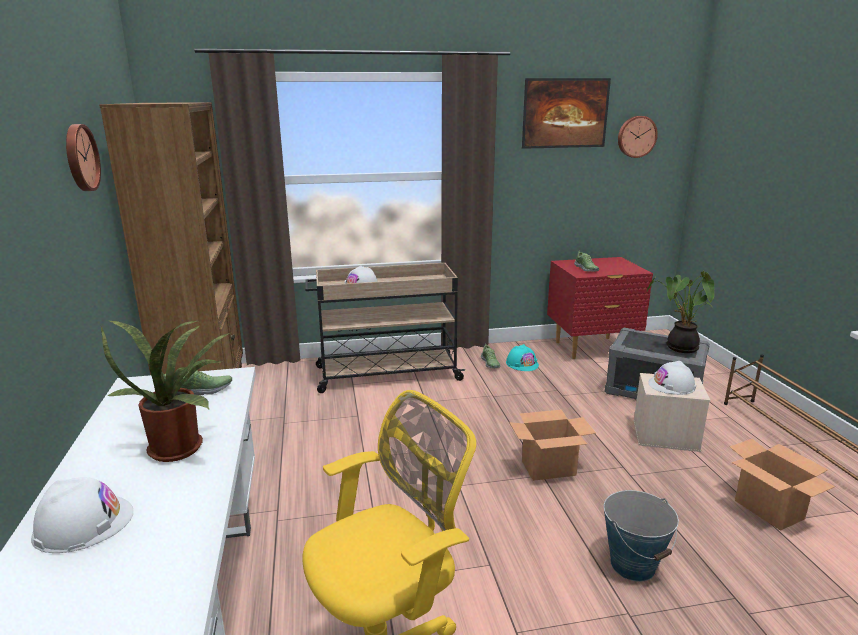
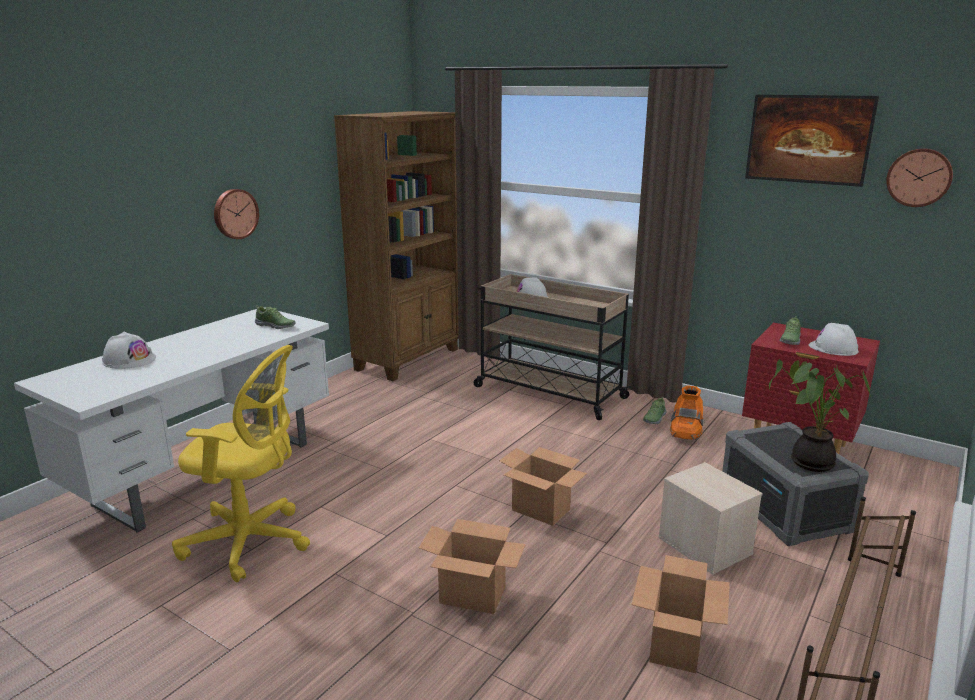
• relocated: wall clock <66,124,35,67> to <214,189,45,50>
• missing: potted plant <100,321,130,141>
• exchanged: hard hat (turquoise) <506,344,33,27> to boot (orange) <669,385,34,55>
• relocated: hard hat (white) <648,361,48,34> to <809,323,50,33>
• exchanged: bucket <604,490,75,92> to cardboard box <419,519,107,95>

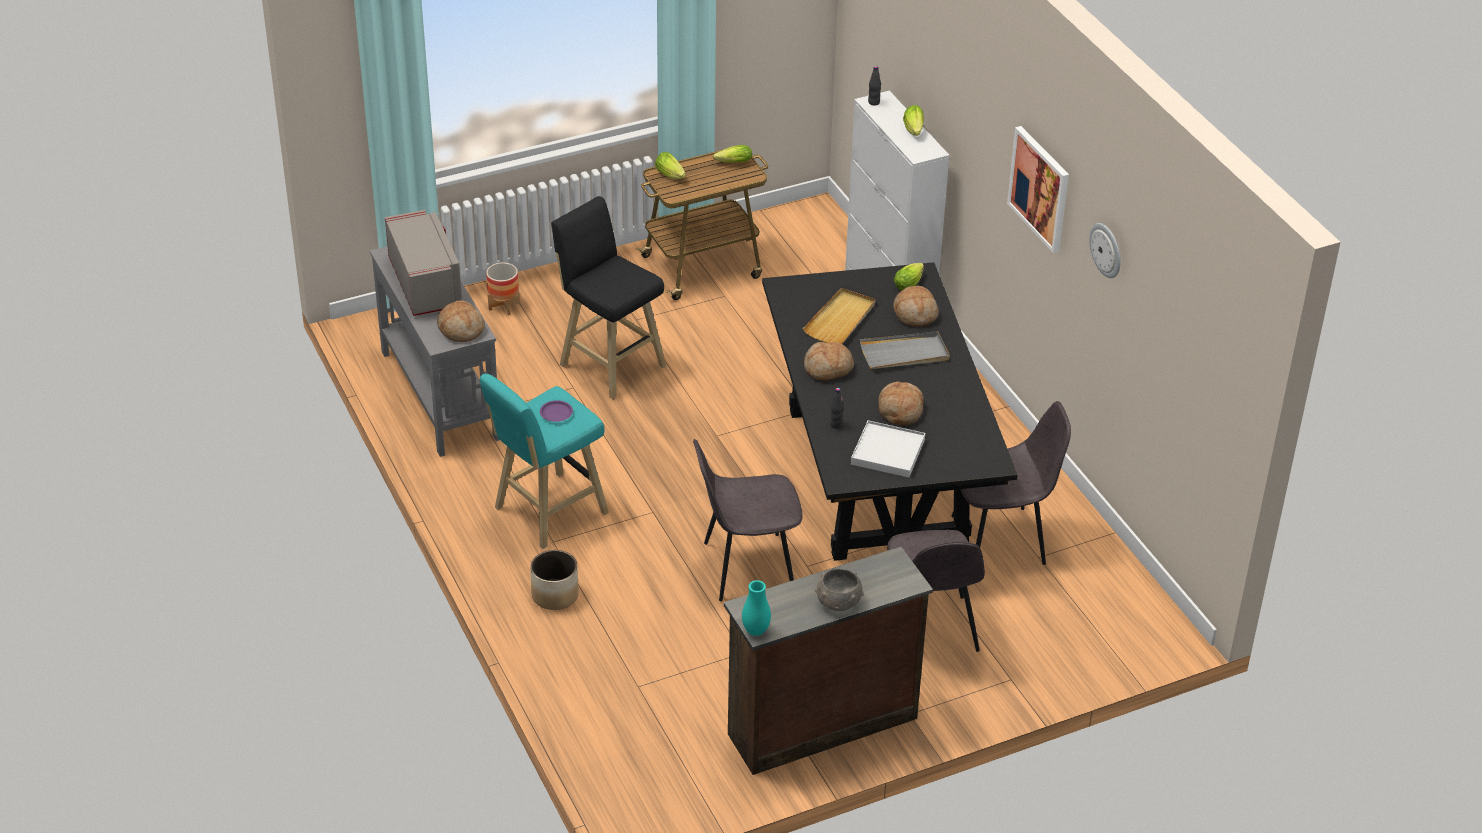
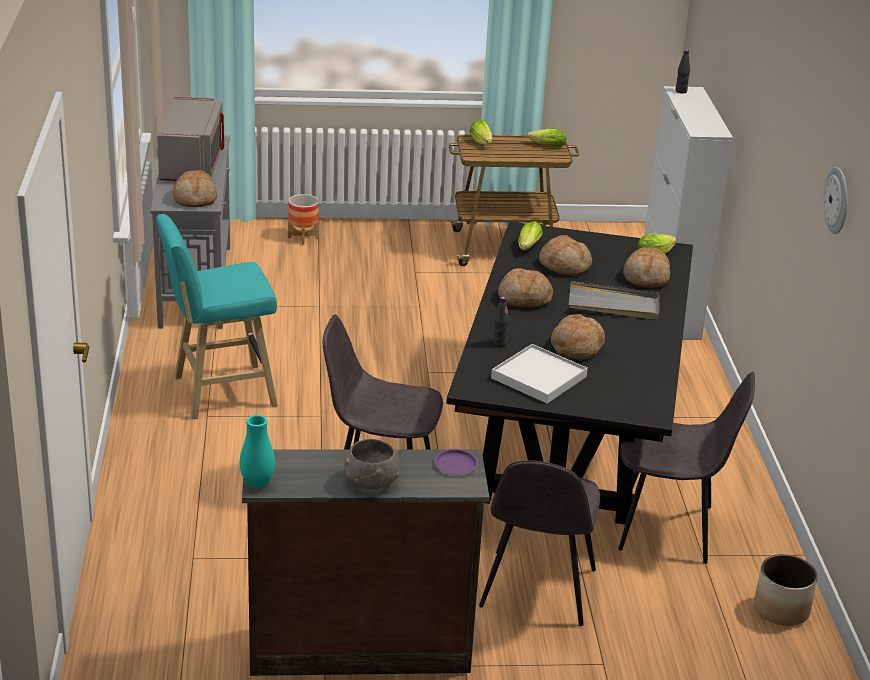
• relocated: lettuce <903,105,21,31> to <518,221,25,29>
• missing: picture <1007,126,62,127>
• missing: stool (black) <551,196,115,203>
• exchanged: tray (beige) <803,288,73,56> to bread <539,235,53,41>
• relocated: plate (purple) <540,400,33,22> to <434,449,45,25>
• relocated: planter <530,550,49,60> to <754,554,64,72>

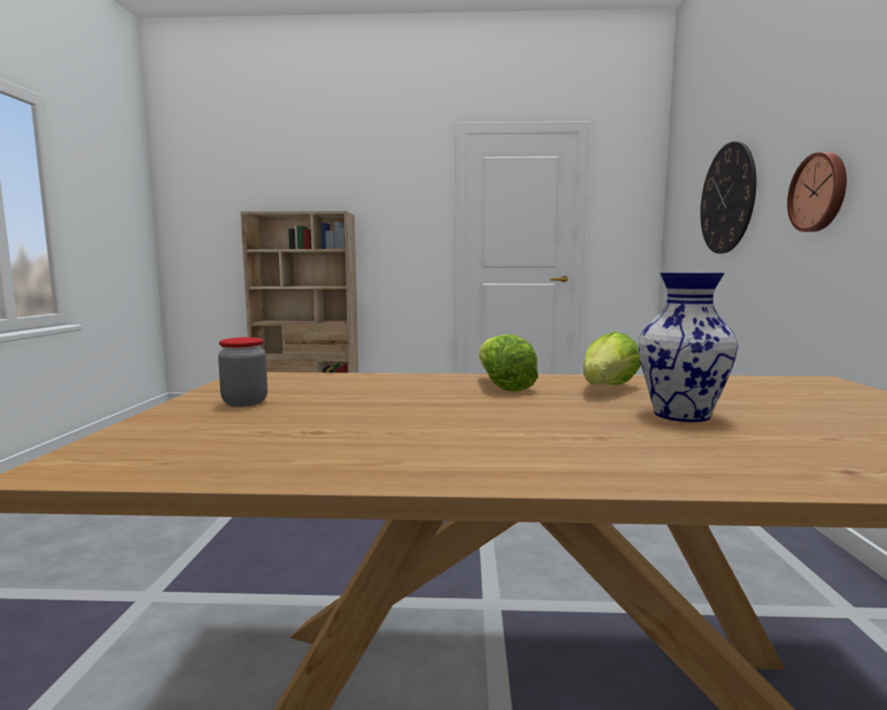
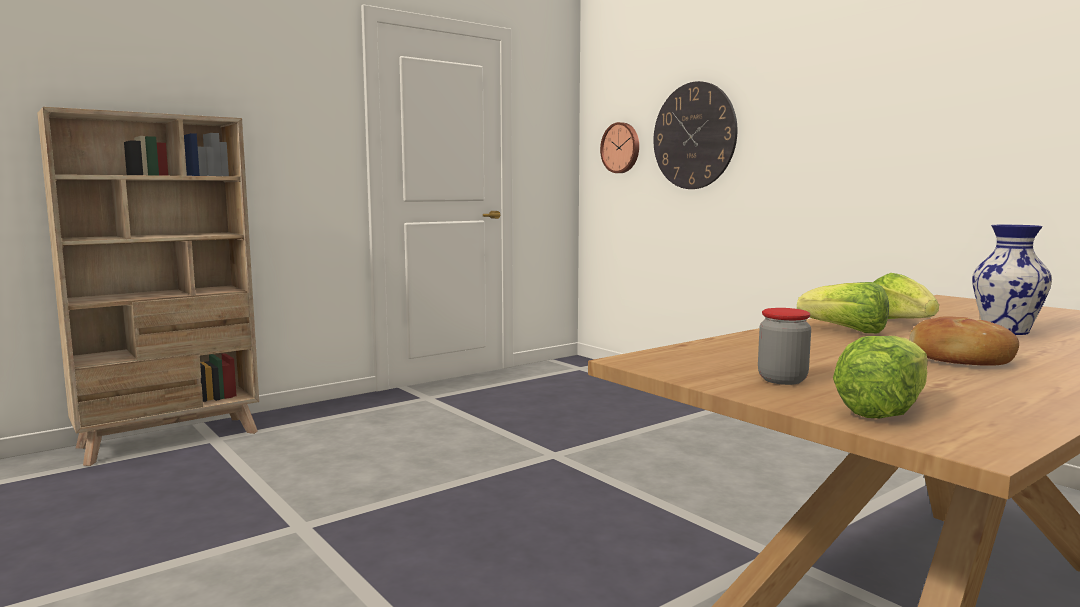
• relocated: wall clock <787,152,60,80> to <600,122,39,51>
• appeared: bread <909,317,110,49>
• appeared: lettuce <833,336,95,82>

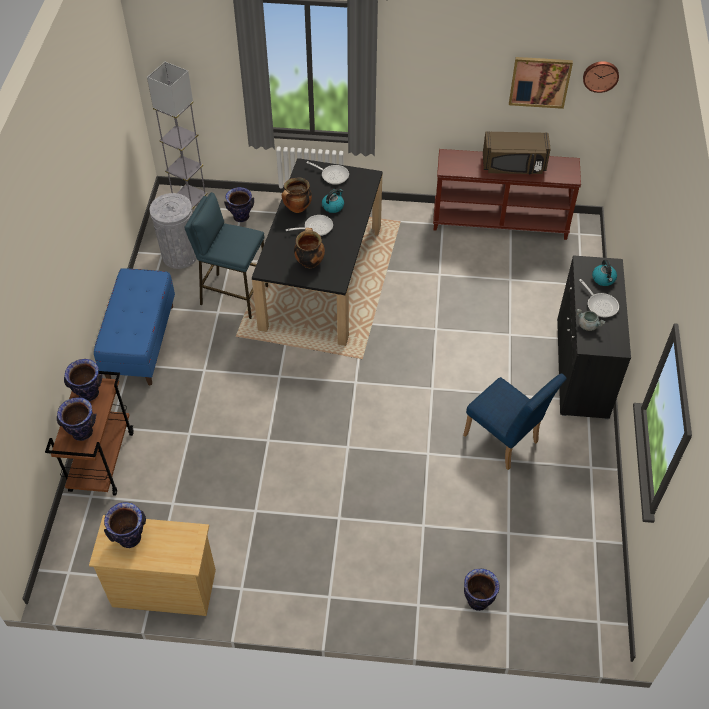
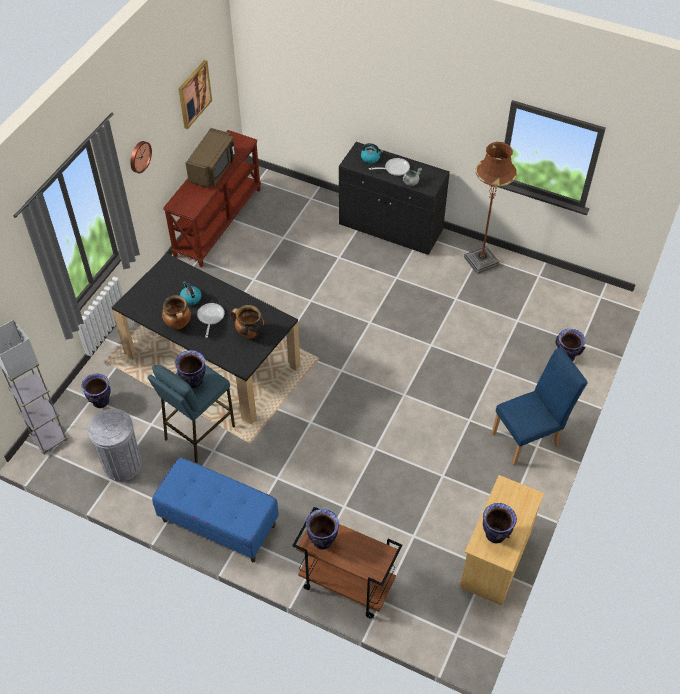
• relocated: wall clock <583,61,36,32> to <130,141,22,32>
• missing: frying pan <307,161,42,24>
• relocated: chair (blue) <463,373,103,97> to <492,348,96,118>
• relocated: vase <57,397,39,44> to <175,350,30,38>
• appeared: floor lamp (brown) <464,142,53,132>

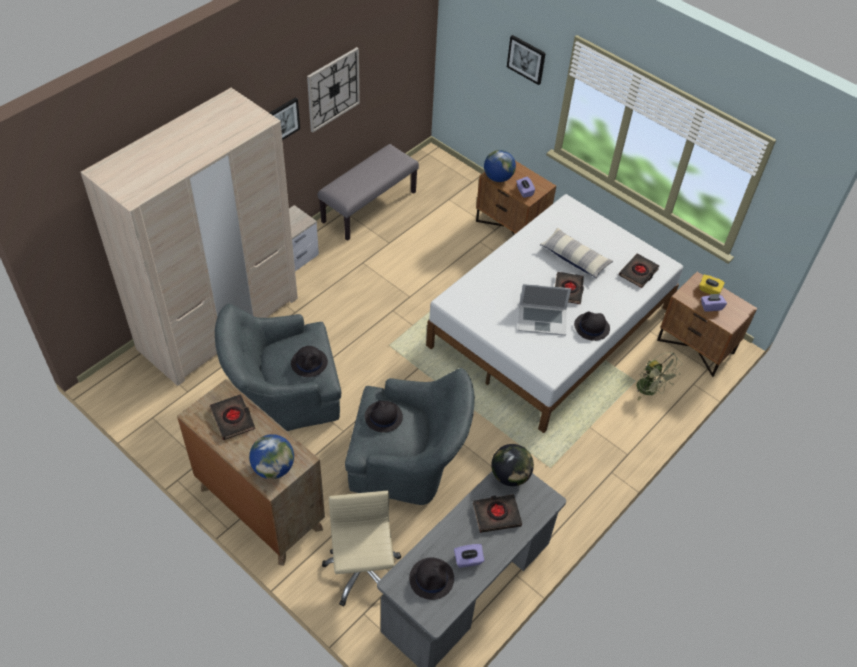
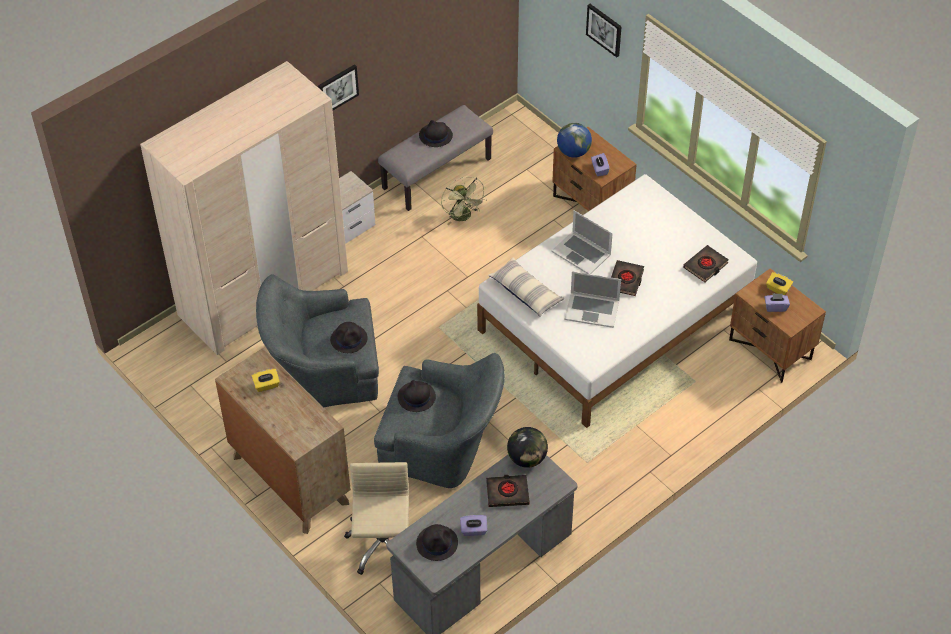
• missing: wall clock <307,47,53,86>
• relocated: pillow <539,228,74,50> to <488,257,76,60>
• relocated: hat (black) <574,311,36,30> to <419,120,34,27>
• relocated: fan (green) <637,352,45,48> to <441,176,45,49>
• exchanged: book (black) <210,394,45,46> to tissue box (yellow) <251,369,29,23>
• missing: globe <249,434,45,45>
• appeared: laptop <552,210,61,64>

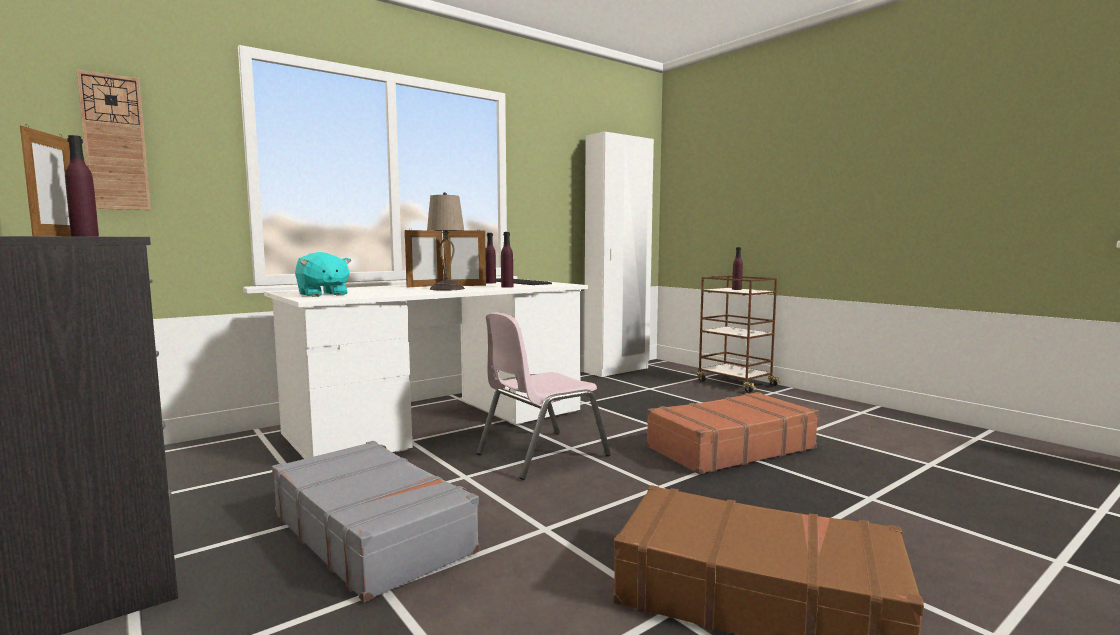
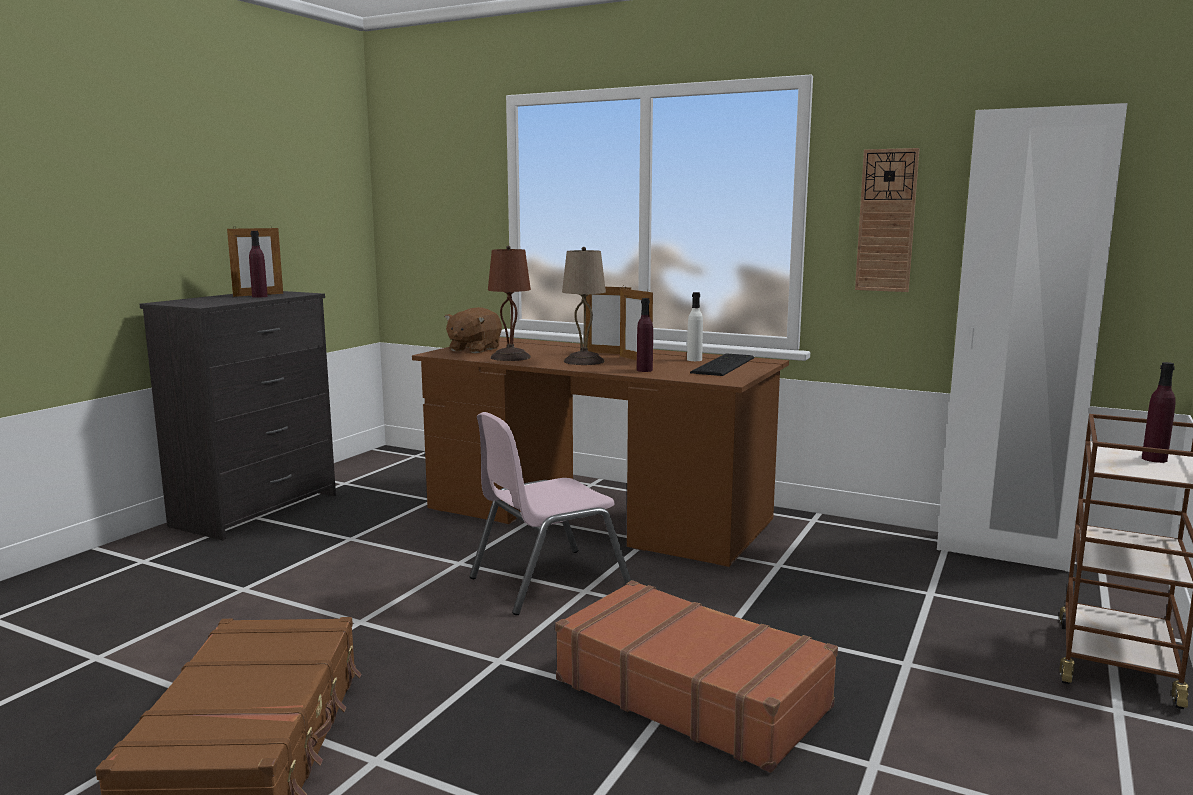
• relocated: wall clock <77,70,74,140> to <855,148,65,144>
• colour: bottle (purple) <485,233,11,50> to bottle (white) <687,292,16,69>
• colour: plush toy (turquoise) <295,252,57,45> to plush toy (brown) <444,307,58,46>
• colour: desk (white) <264,279,324,180> to desk (brown) <412,337,377,230>
• spun: chair (pink) <477,312,134,168> = <469,412,162,203> 60 degrees counterclockwise
• missing: suitcase (grey) <272,441,207,161>
• appeared: table lamp (brown) <488,246,43,115>

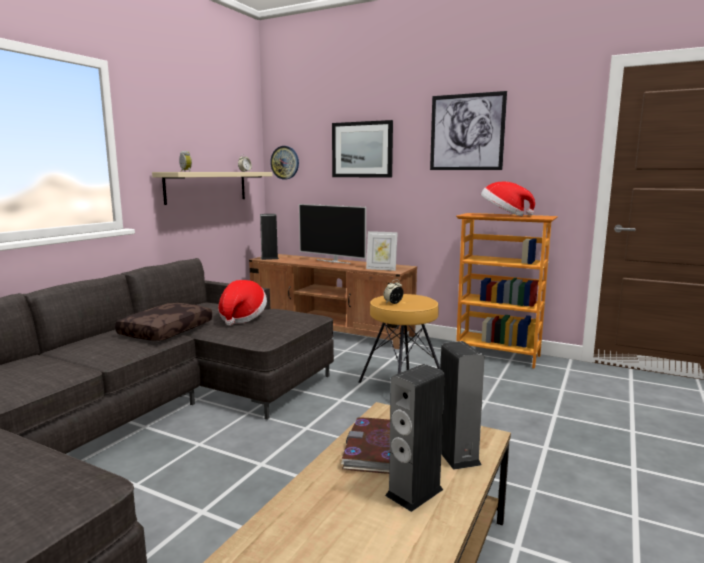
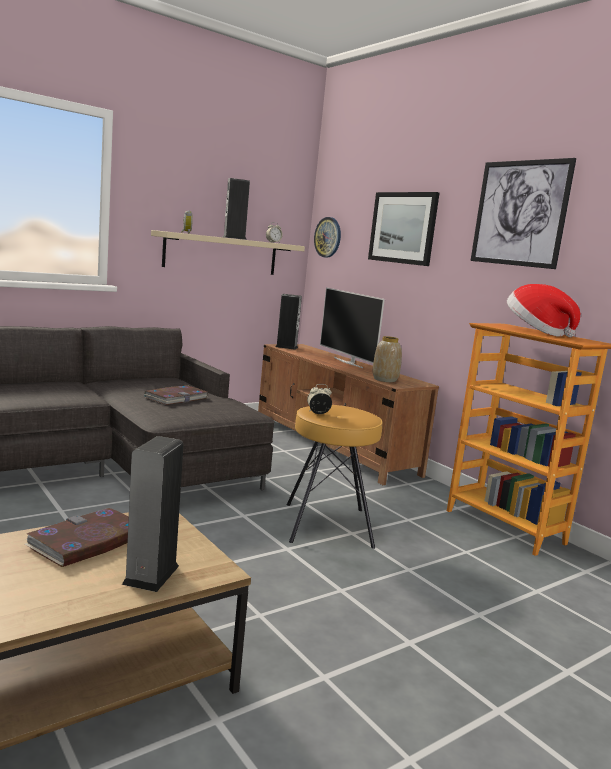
• exchanged: picture frame <366,231,32,40> to vase <373,336,29,46>
• exchanged: hat <218,280,49,46> to book <145,385,62,20>
• missing: pillow (brown) <115,303,97,38>
• relocated: speaker <385,364,60,148> to <223,178,27,62>

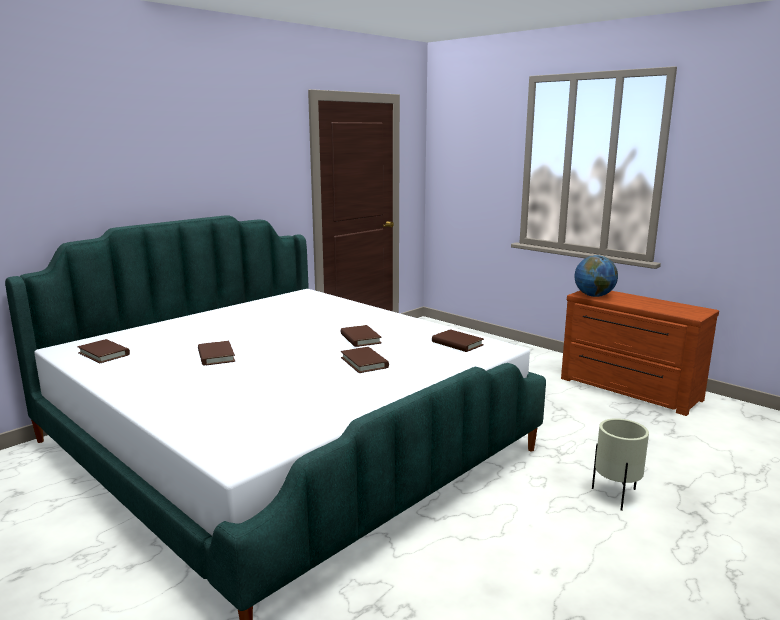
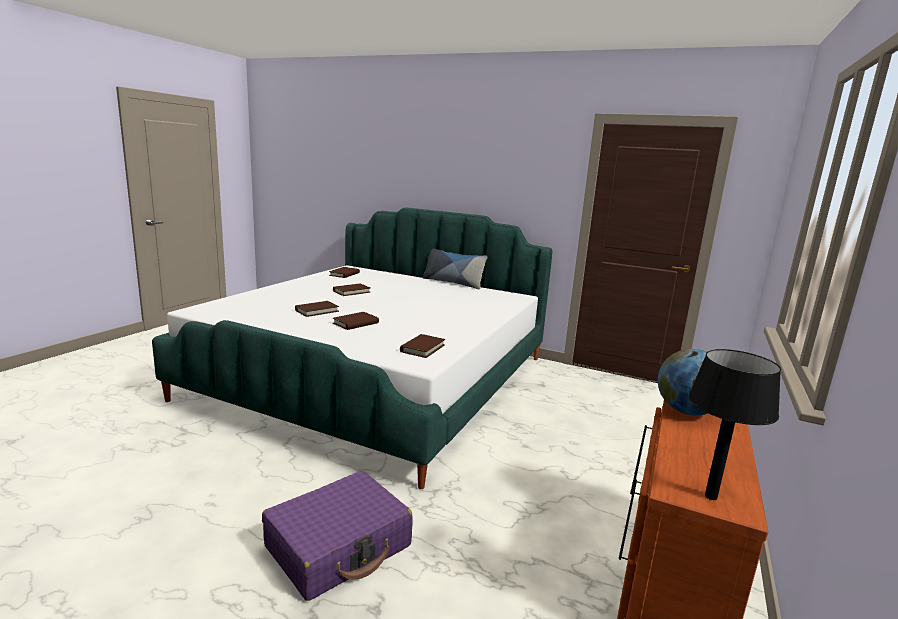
• relocated: book (brown) <340,325,42,22> to <295,301,44,16>
• exchanged: planter (beige) <592,418,57,93> to suitcase (purple) <262,471,151,130>
• appeared: pillow <423,249,64,41>
• appeared: table lamp (black) <688,349,93,151>

